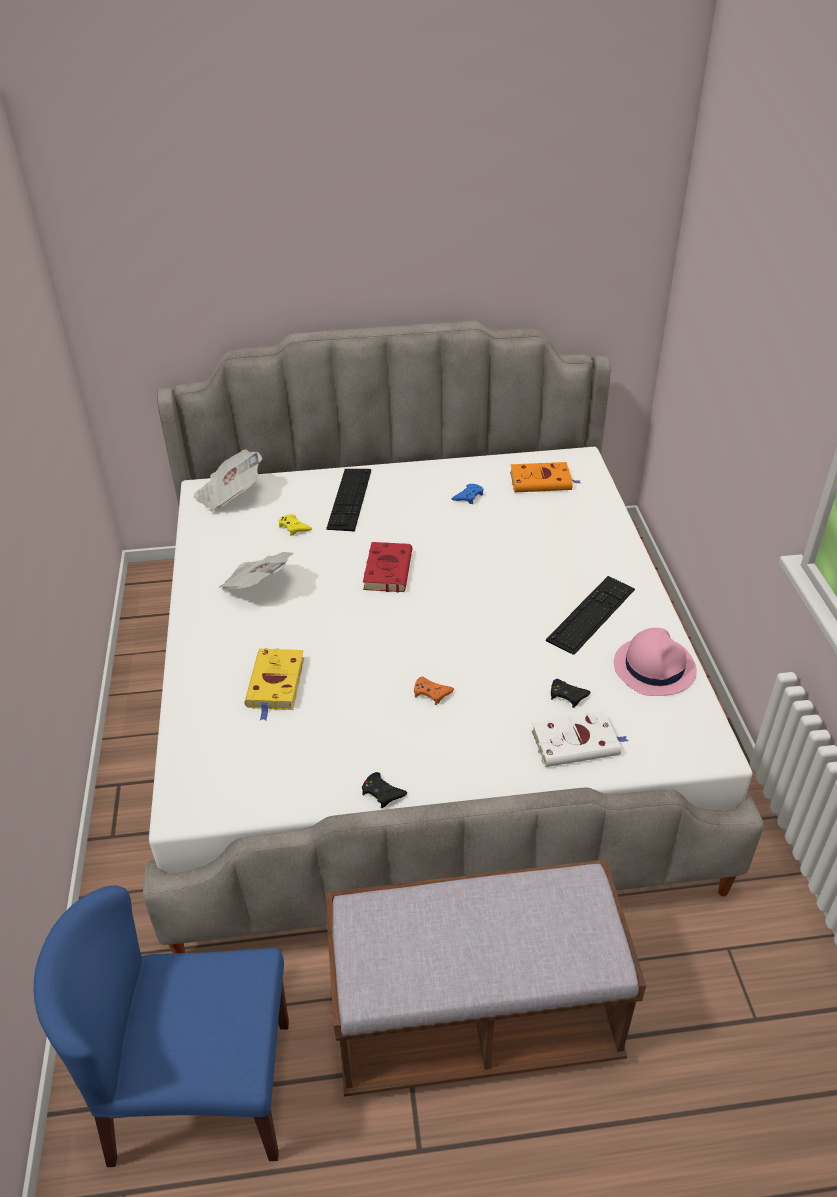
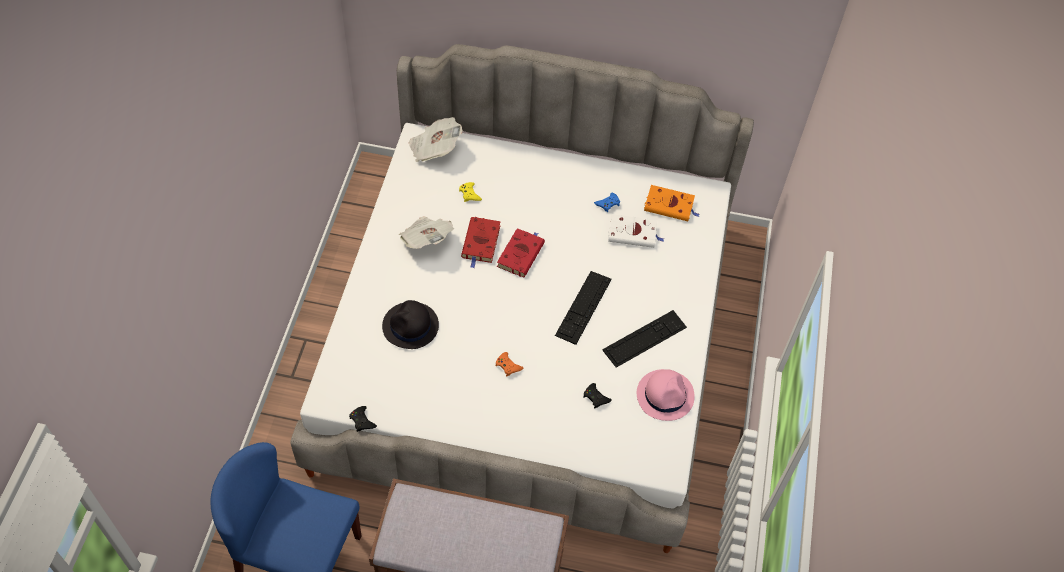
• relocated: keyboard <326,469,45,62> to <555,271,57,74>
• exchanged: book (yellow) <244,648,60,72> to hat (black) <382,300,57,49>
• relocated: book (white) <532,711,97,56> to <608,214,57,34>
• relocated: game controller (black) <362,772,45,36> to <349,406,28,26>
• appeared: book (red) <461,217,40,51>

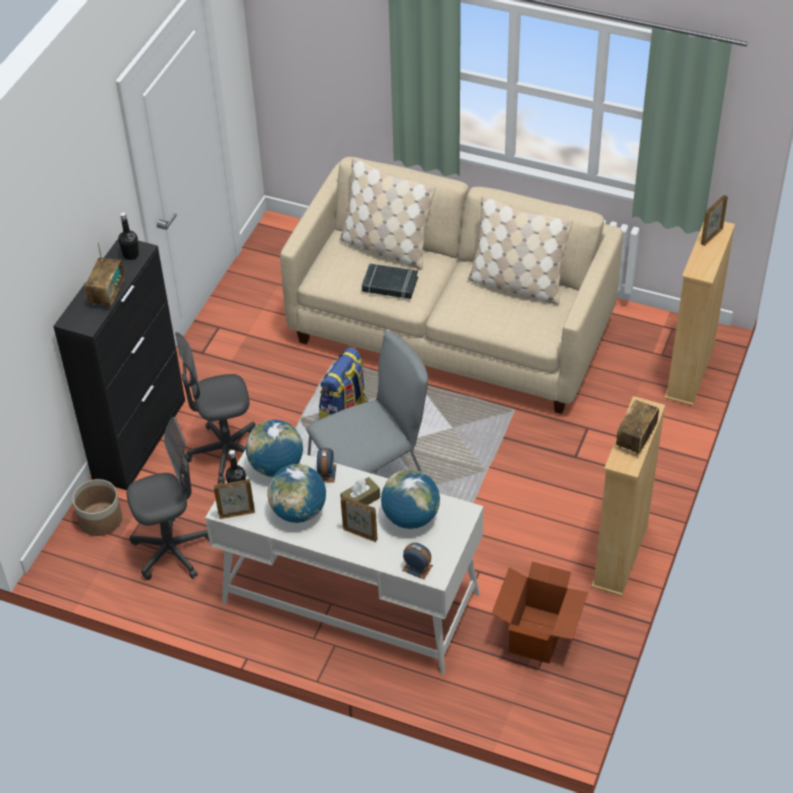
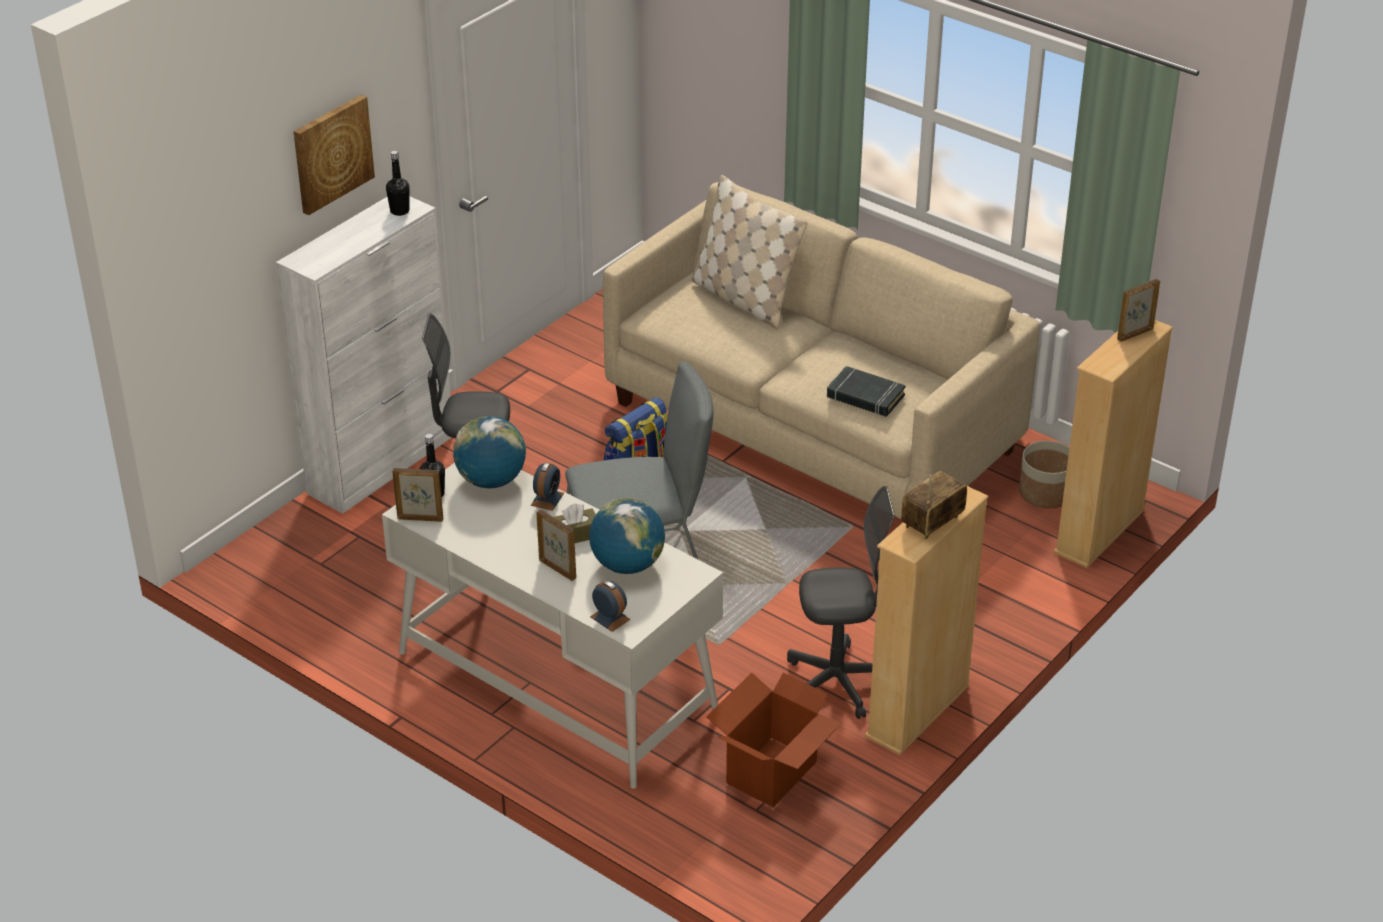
• missing: pillow (beige) <468,196,105,109>
• colour: cabinet (black) <53,238,132,252> to cabinet (white) <276,197,176,317>
• missing: radio <85,242,40,66>
• relocated: book (black) <362,264,56,35> to <827,366,79,51>
• relocated: office chair (grey) <126,417,83,163> to <787,486,107,233>
• missing: globe <267,464,59,59>
• relocated: planter <73,479,49,57> to <1019,441,50,67>
• appeared: picture <293,95,82,120>

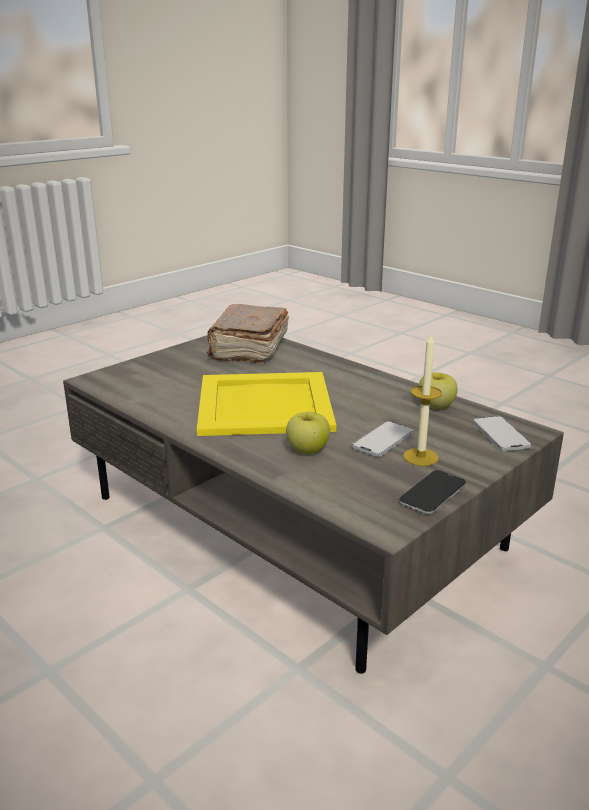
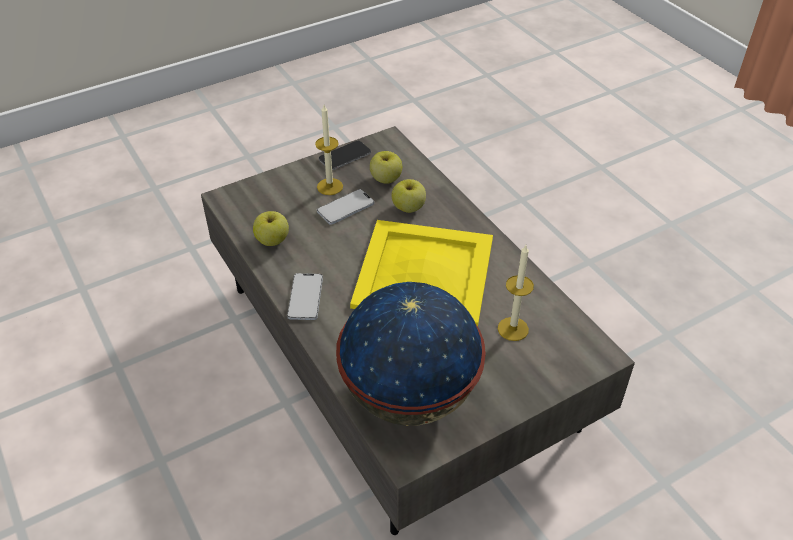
• exchanged: book (brown) <207,304,82,60> to globe <336,282,150,144>
• relocated: phone <473,416,59,35> to <287,273,36,47>
• appeared: apple <370,151,32,33>
• appeared: candle <498,245,36,96>

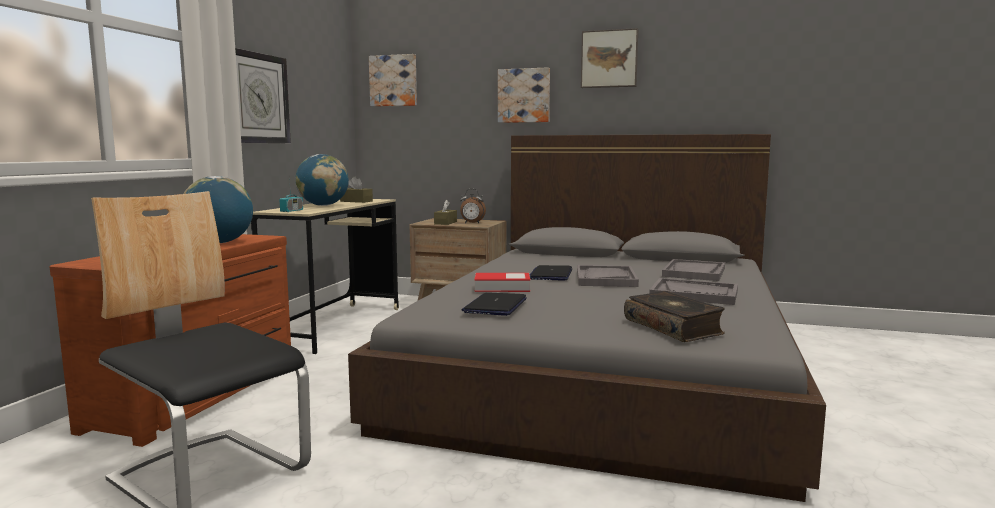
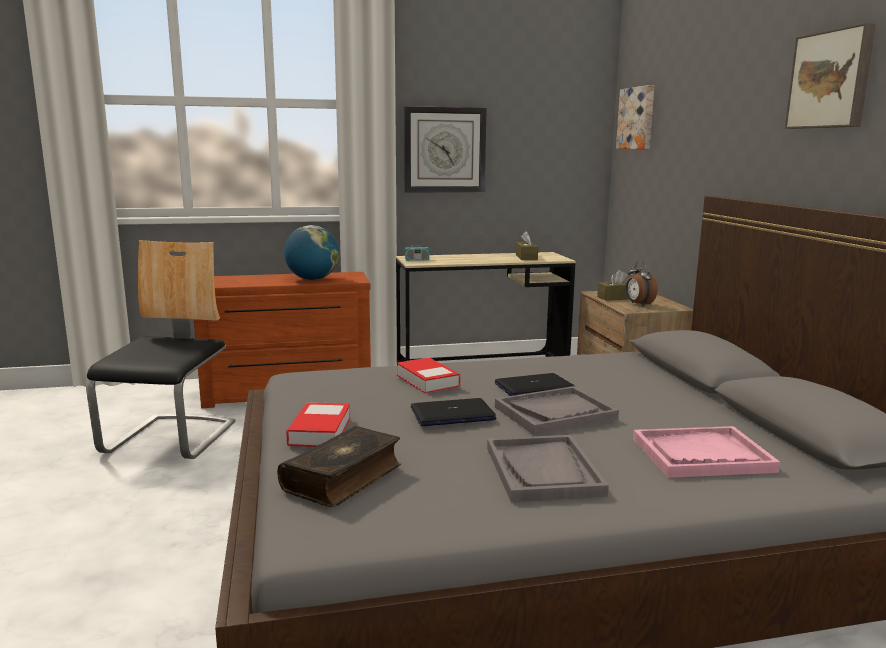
• missing: picture <498,67,52,56>
• missing: globe <295,154,54,52>
• colour: tray (grey) <662,259,63,22> to tray (pink) <633,426,147,52>
• relocated: laptop <462,292,65,24> to <411,398,85,28>
• appeared: book <286,402,65,45>

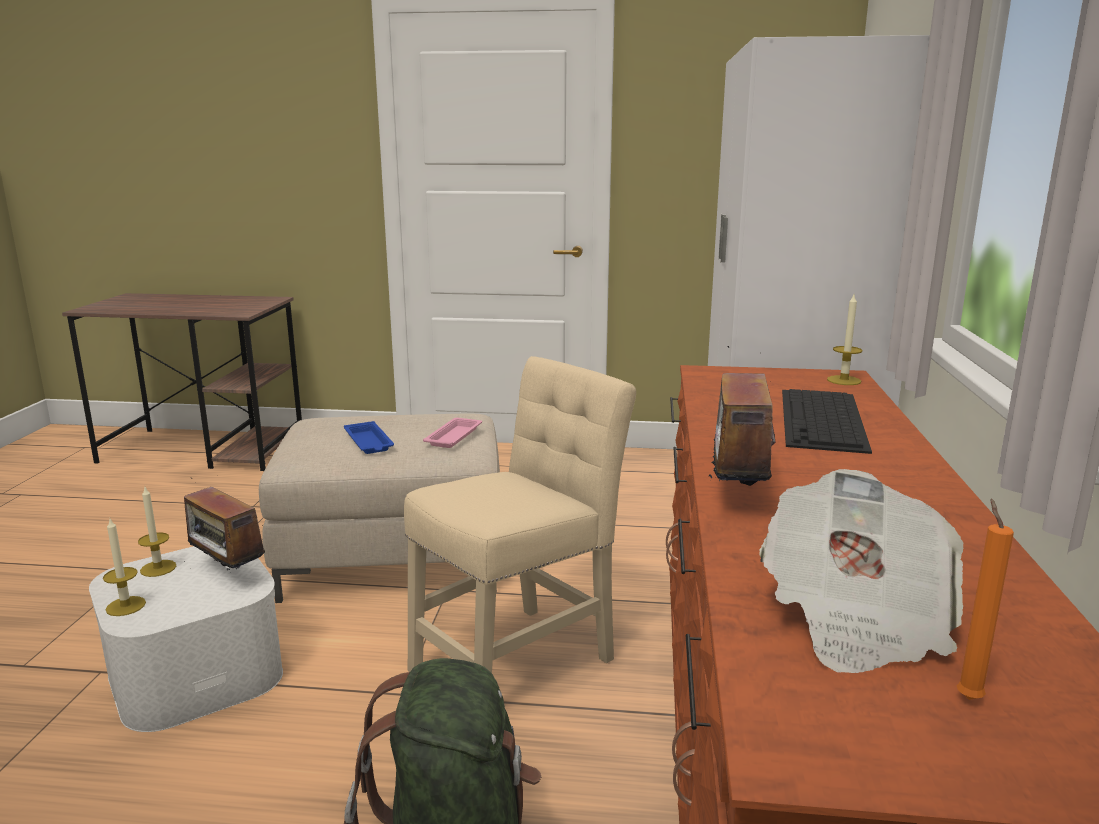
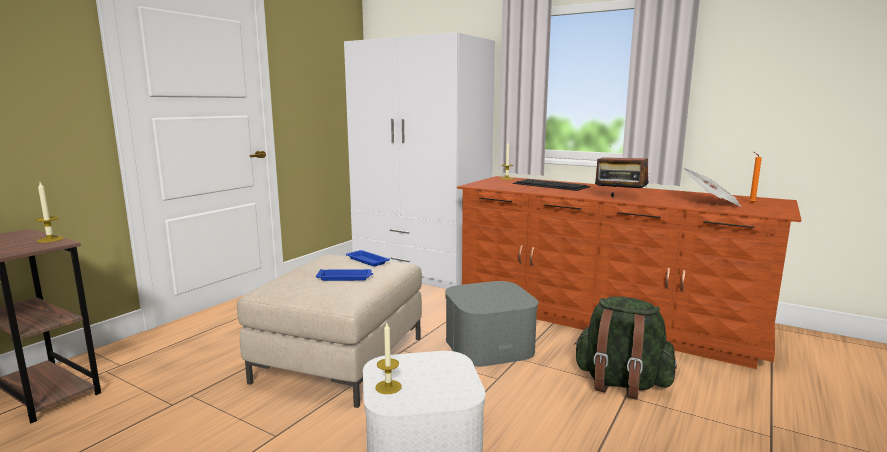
• exchanged: chair (beige) <404,356,232,317> to storage box (grey) <445,281,93,86>
• colour: tray (pink) <423,418,59,30> to tray (blue) <346,250,44,17>
• missing: radio <184,478,81,92>
• relocated: candle <103,519,43,97> to <35,182,29,61>

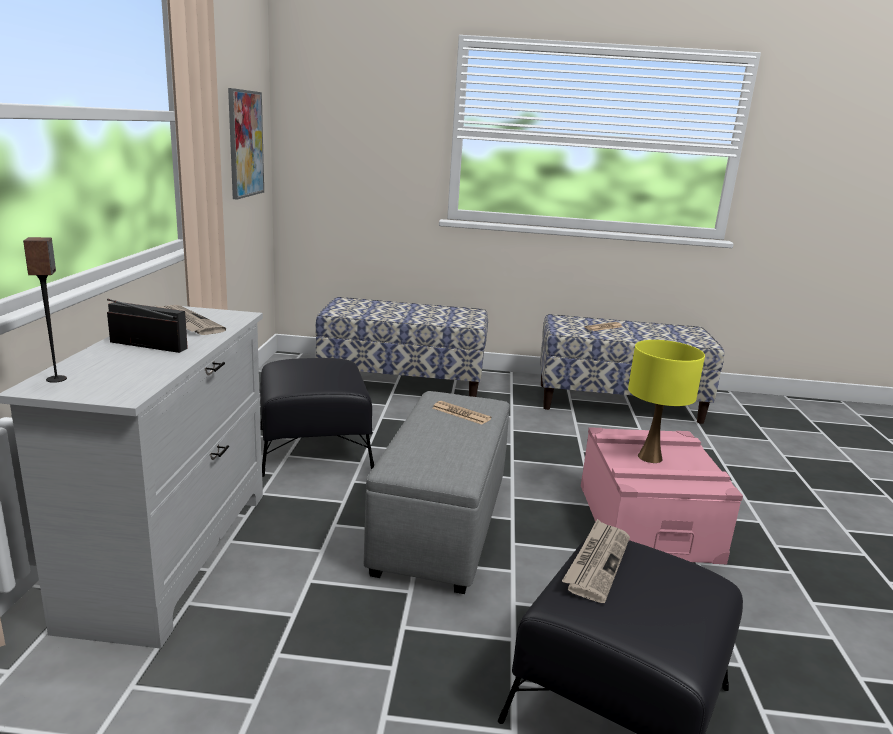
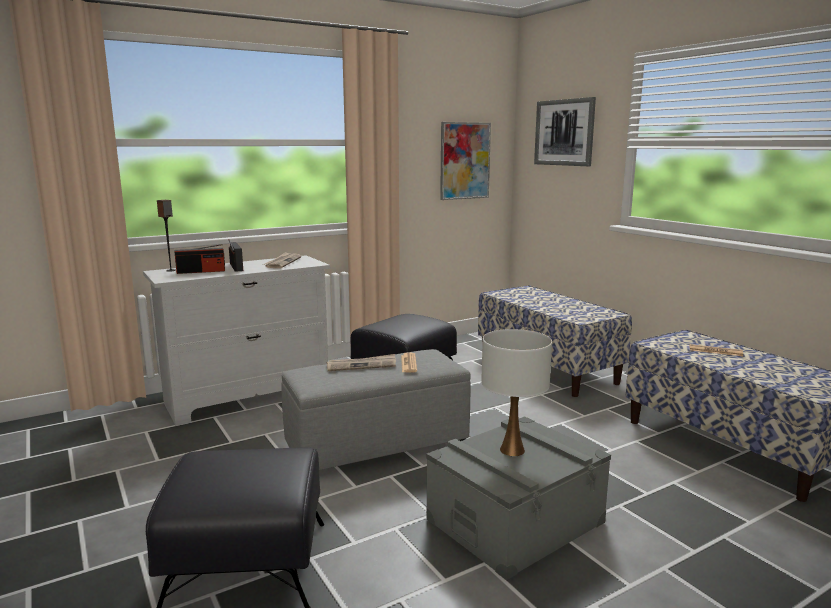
• colour: table lamp (yellow) <628,340,77,123> to table lamp (white) <481,329,71,127>
• colour: storage box (pink) <581,427,162,137> to storage box (grey) <426,416,185,164>
• relocated: newspaper <562,519,68,84> to <327,354,69,17>
• appeared: picture <534,97,62,69>
• appeared: radio <174,244,51,30>

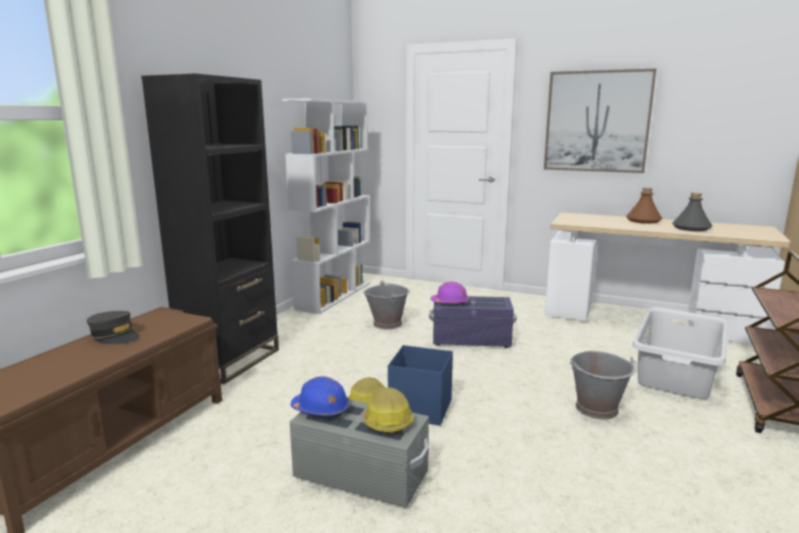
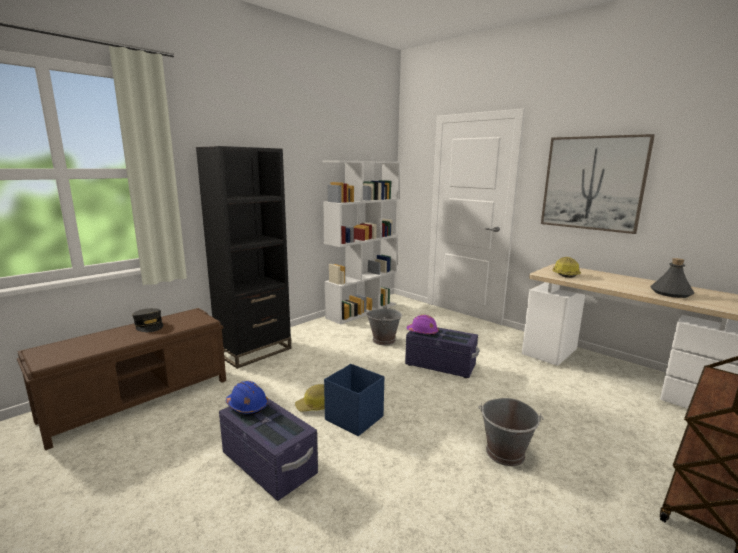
• missing: bottle (brown) <626,188,37,36>
• missing: laundry basket (grey) <632,307,96,92>
• relocated: hard hat <364,387,50,48> to <553,257,28,21>
• colour: storage box (grey) <290,399,139,109> to storage box (purple) <219,398,99,103>

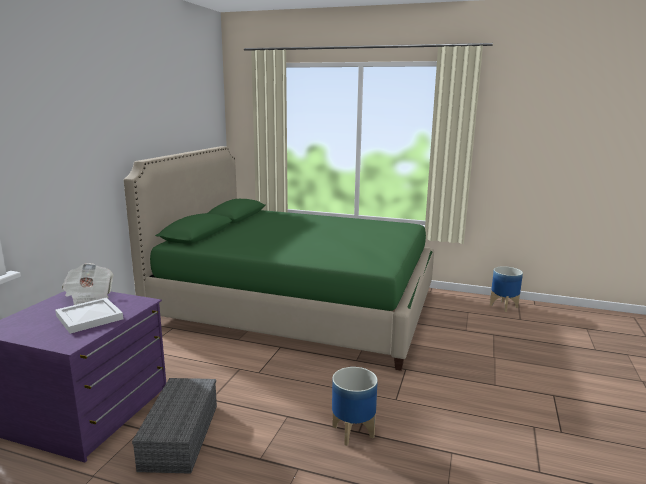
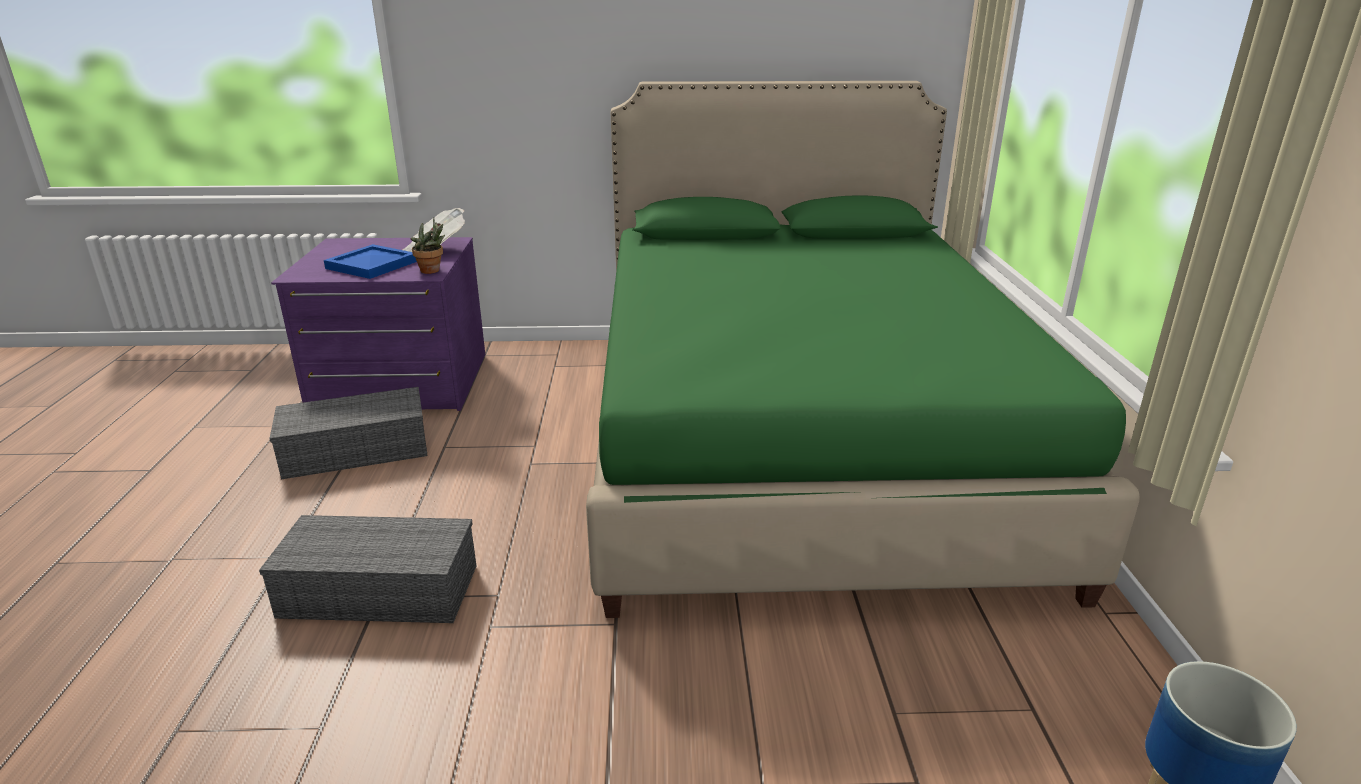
• colour: tray (white) <55,298,68,36> to tray (blue) <324,244,93,35>
• exchanged: planter <332,367,46,79> to storage box (grey) <259,515,217,108>
• appeared: potted plant <411,217,34,57>

